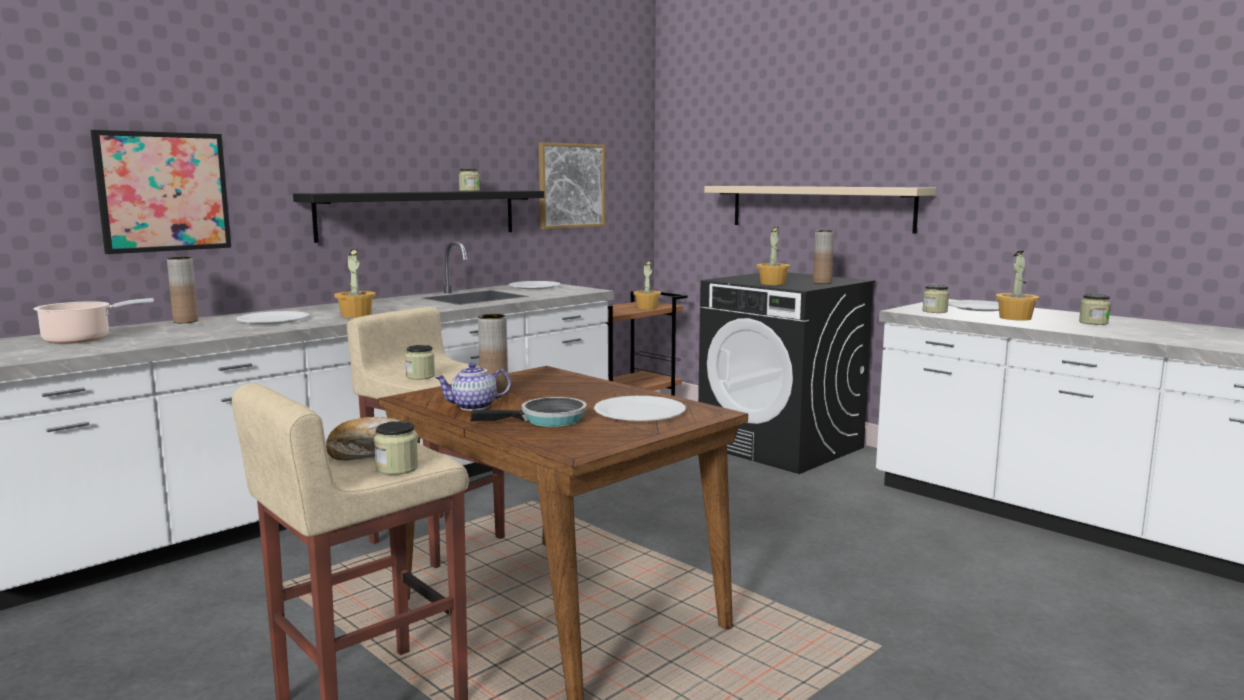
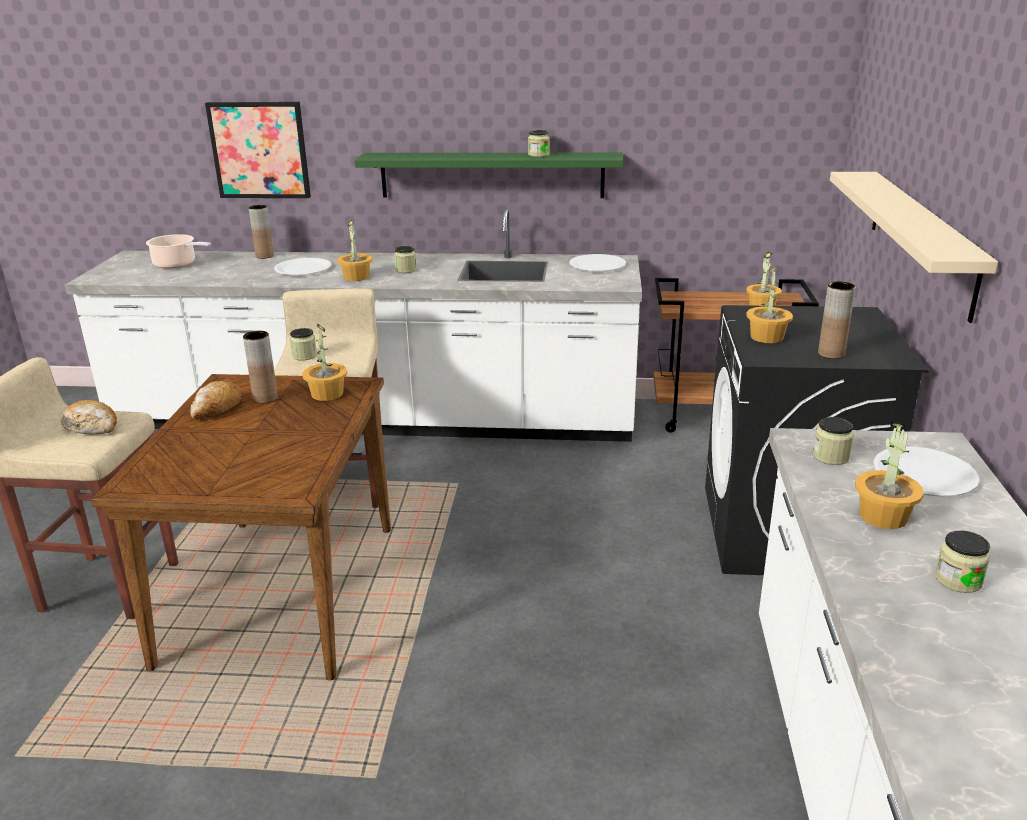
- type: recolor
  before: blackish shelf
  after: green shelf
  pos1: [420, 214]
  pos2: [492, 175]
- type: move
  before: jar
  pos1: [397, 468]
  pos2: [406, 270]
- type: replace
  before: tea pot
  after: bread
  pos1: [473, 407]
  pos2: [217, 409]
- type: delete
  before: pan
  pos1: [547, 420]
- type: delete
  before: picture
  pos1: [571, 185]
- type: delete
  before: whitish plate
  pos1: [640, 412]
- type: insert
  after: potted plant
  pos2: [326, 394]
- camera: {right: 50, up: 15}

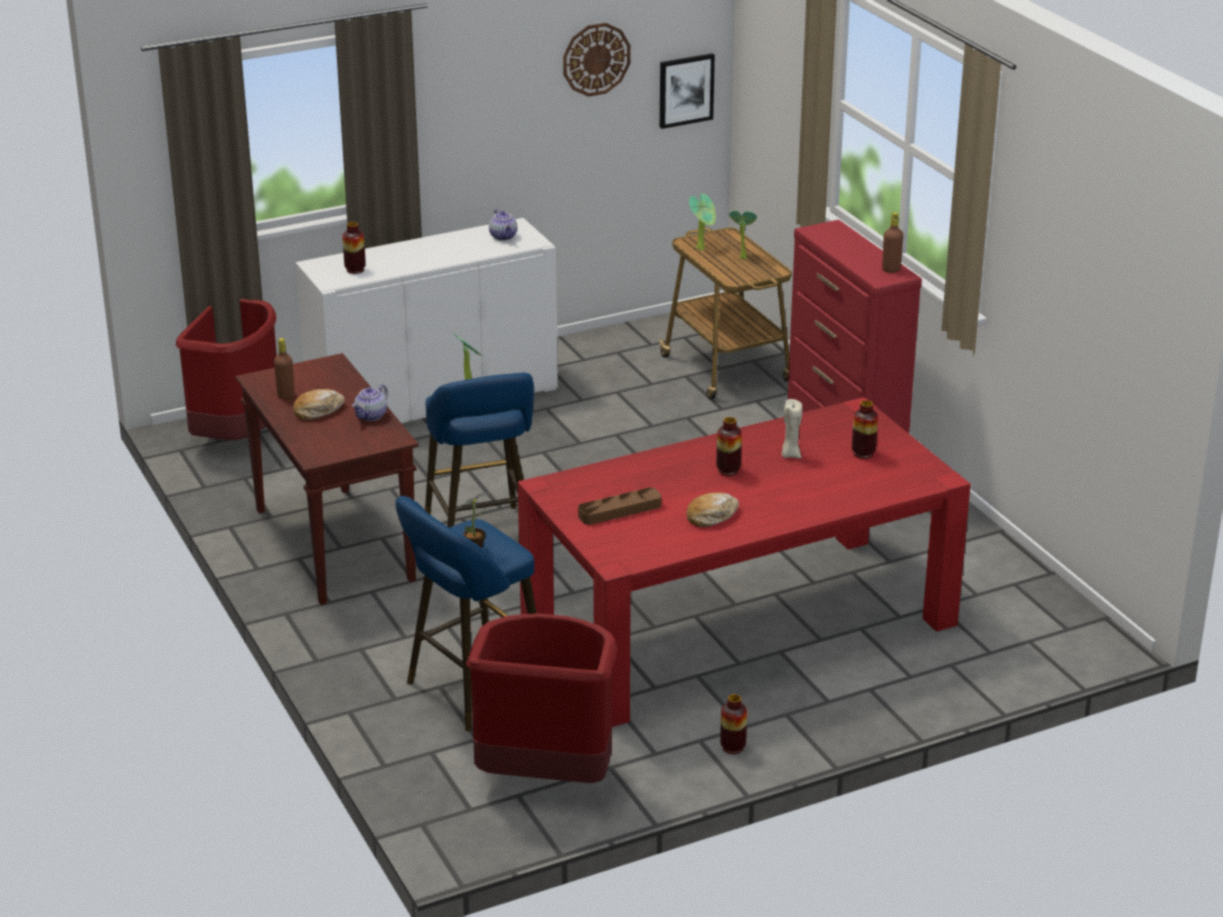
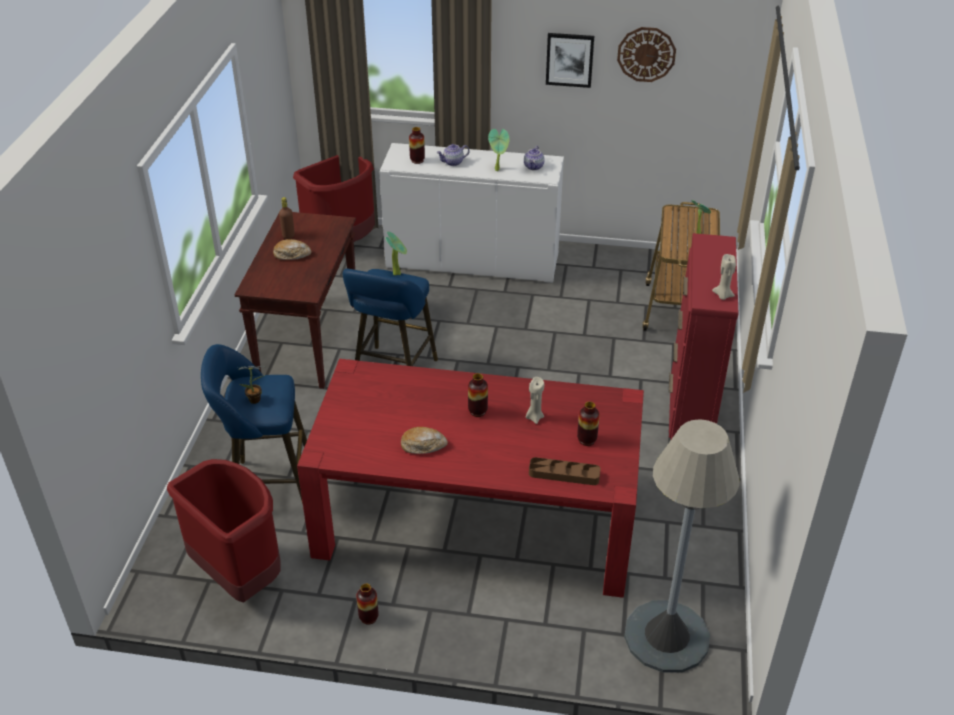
- type: move
  before: tea pot
  pos1: [371, 416]
  pos2: [453, 162]
- type: move
  before: brown-coloured carrying tray
  pos1: [619, 510]
  pos2: [564, 474]
- type: move
  before: picture
  pos1: [685, 90]
  pos2: [569, 59]
- type: move
  before: potted plant
  pos1: [702, 248]
  pos2: [498, 169]
- type: replace
  before: brown-coloured beverage bottle
  after: sand-coloured wax candle
  pos1: [891, 269]
  pos2: [722, 295]
- type: insert
  after: gray floor lamp
  pos2: [666, 636]
- camera: {right: 35, up: 10}

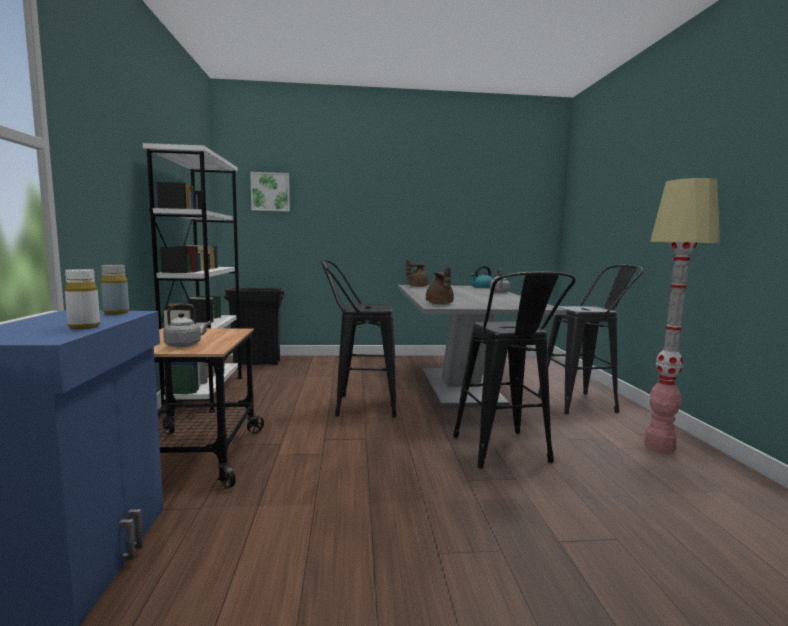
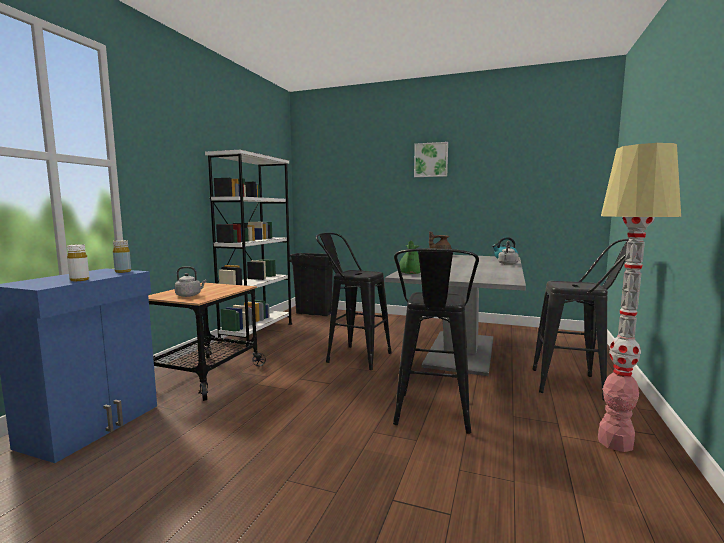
- type: move
  before: picture
  pos1: [270, 192]
  pos2: [431, 160]
- type: recolor
  before: brown-coloured tea pot
  after: green tea pot
  pos1: [439, 304]
  pos2: [410, 273]
- camera: {right: 25, up: 0}

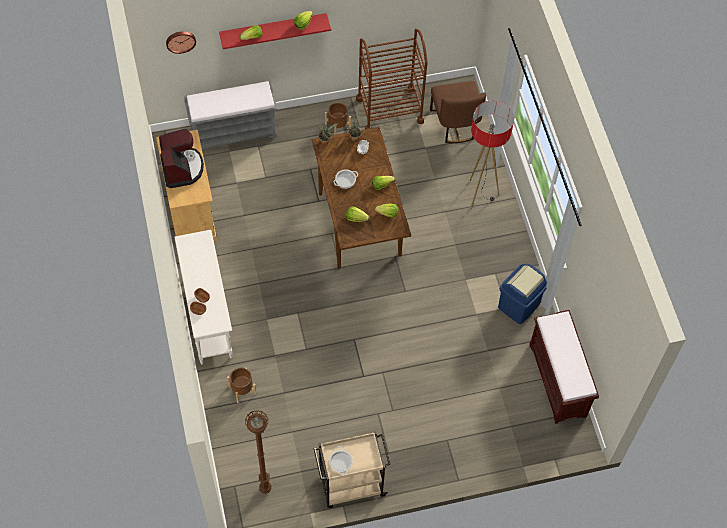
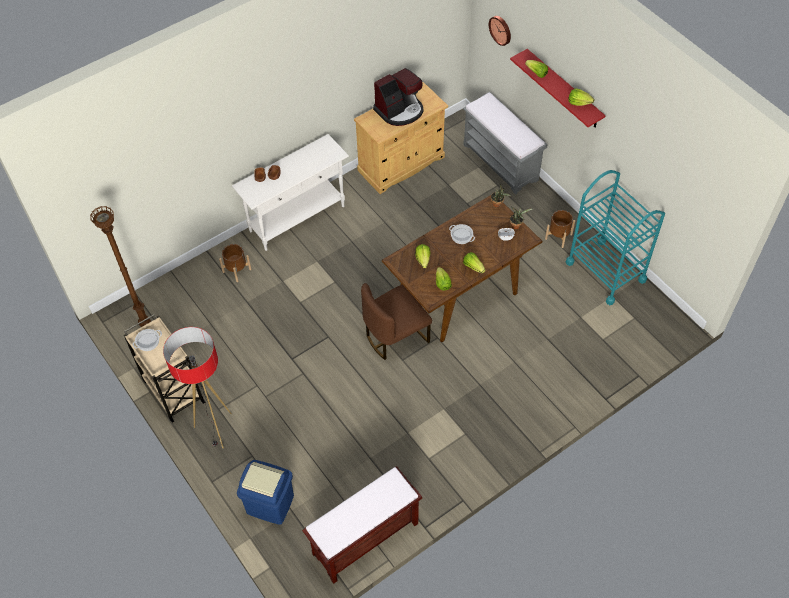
- type: recolor
  before: brown-coloured cart
  after: turquoise cart
  pos1: [389, 110]
  pos2: [605, 271]
- type: move
  before: brown-coloured plain chair
  pos1: [454, 124]
  pos2: [395, 336]
- type: move
  before: floor lamp
  pos1: [480, 194]
  pos2: [216, 429]
- type: move
  before: blue-coloured waste bin
  pos1: [519, 306]
  pos2: [270, 504]
- camera: {right: 70, up: -5}

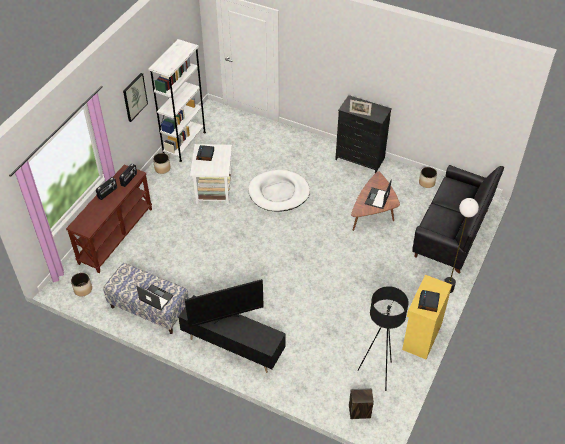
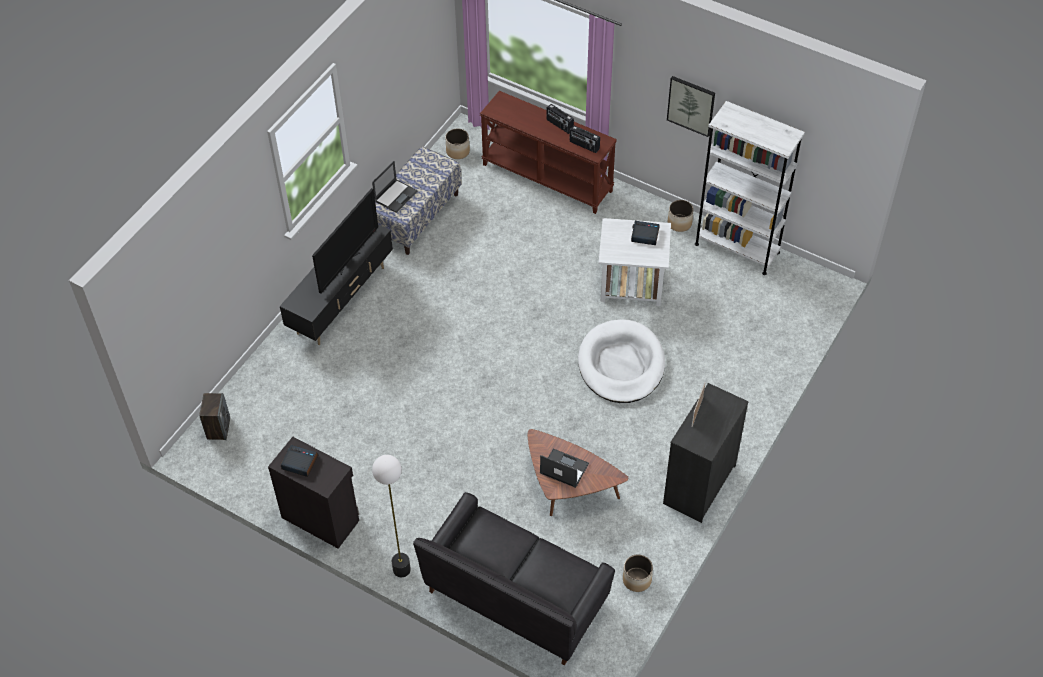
- type: rotate
  before: TV
  pos1: [226, 317]
  pos2: [348, 262]
  turn: -135
- type: delete
  before: blackish floor lamp
  pos1: [377, 374]
- type: recolor
  before: yellow cabinet
  after: blackish cabinet
  pos1: [421, 336]
  pos2: [320, 518]
- camera: {right: 95, up: 5}

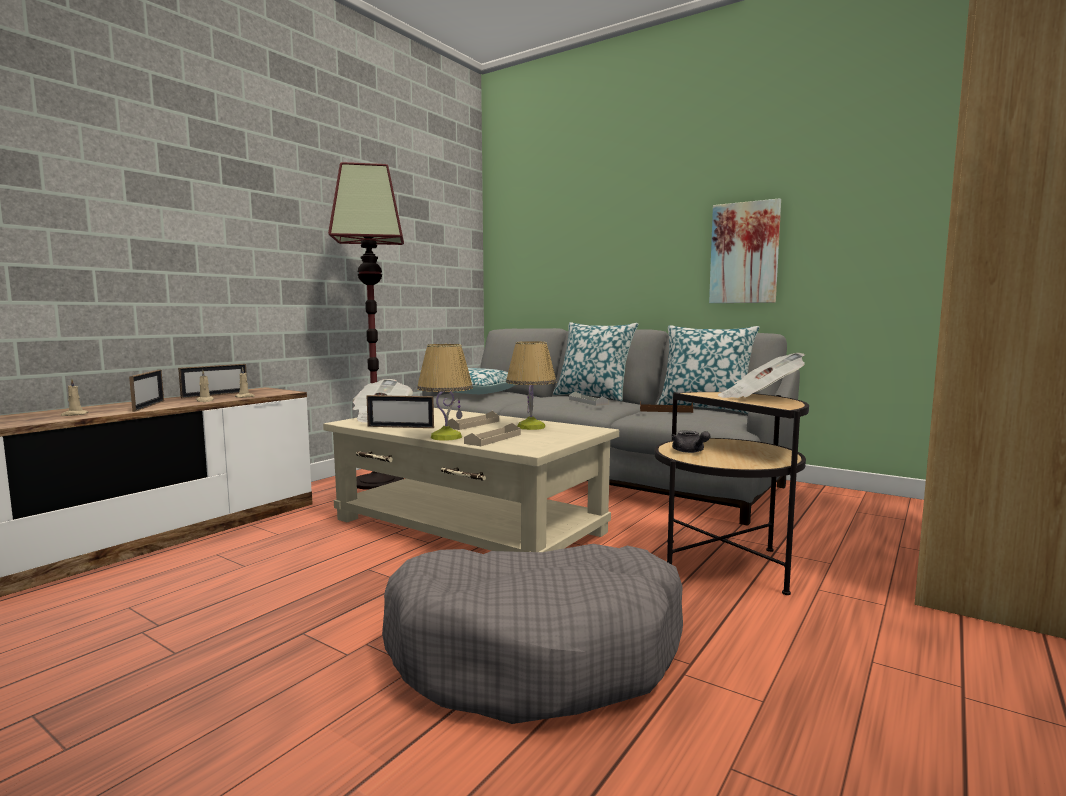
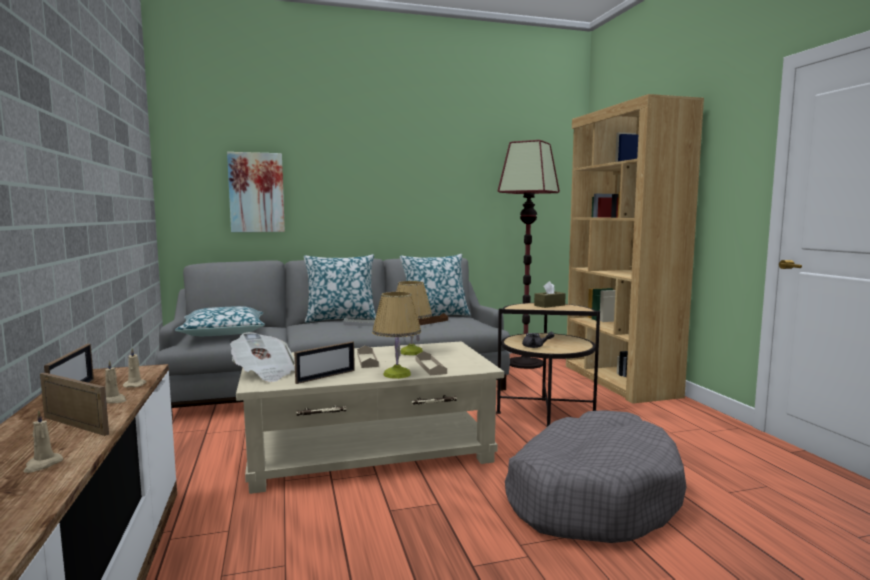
- type: move
  before: floor lamp
  pos1: [376, 482]
  pos2: [525, 363]
- type: move
  before: picture
  pos1: [744, 253]
  pos2: [256, 192]
- type: replace
  before: printed paper
  after: brown-coloured tissue holder
  pos1: [759, 397]
  pos2: [549, 305]
- camera: {right: -50, up: 0}

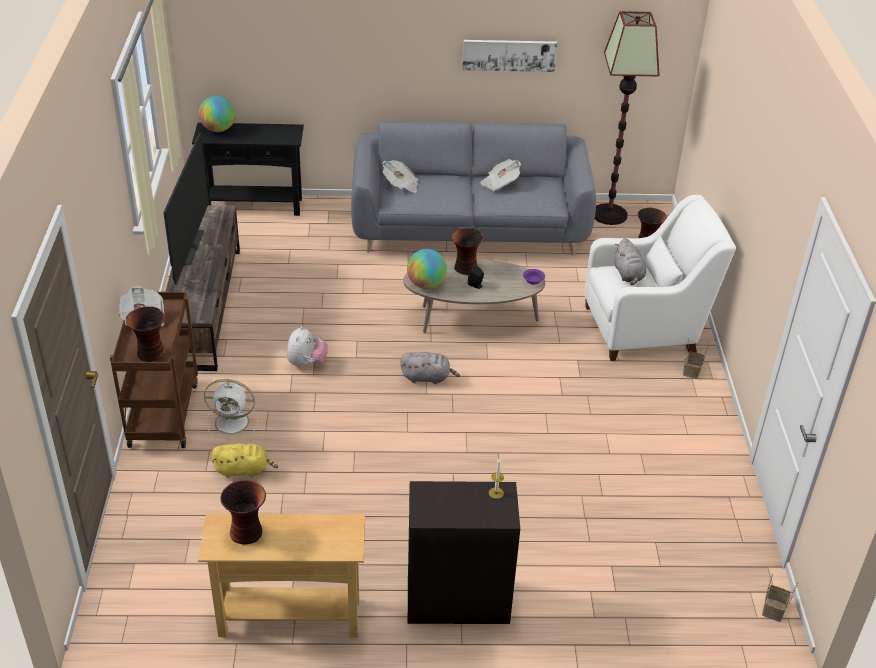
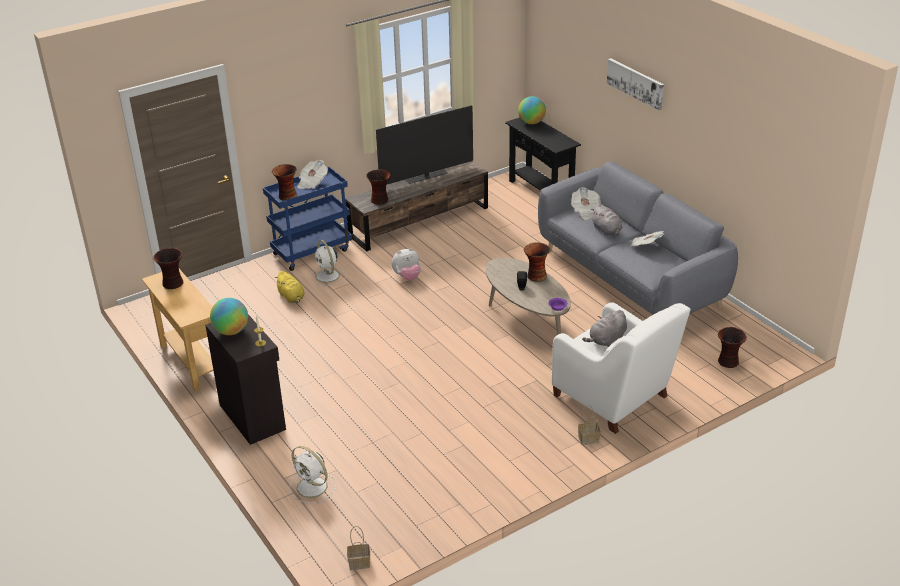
- type: recolor
  before: brown-coloured cart
  after: blue-coloured cart
  pos1: [163, 413]
  pos2: [312, 251]
- type: move
  before: gray cuddly toy
  pos1: [427, 378]
  pos2: [607, 230]
- type: move
  before: desk globe
  pos1: [426, 284]
  pos2: [231, 331]
- type: move
  before: picture
  pos1: [509, 55]
  pos2: [635, 83]
- type: delete
  before: floor lamp
  pos1: [609, 214]
- type: insert
  after: whitish cooling fan
  pos2: [313, 487]
- type: insert
  after: decorative vase
  pos2: [380, 200]
- camera: {right: 60, up: -5}

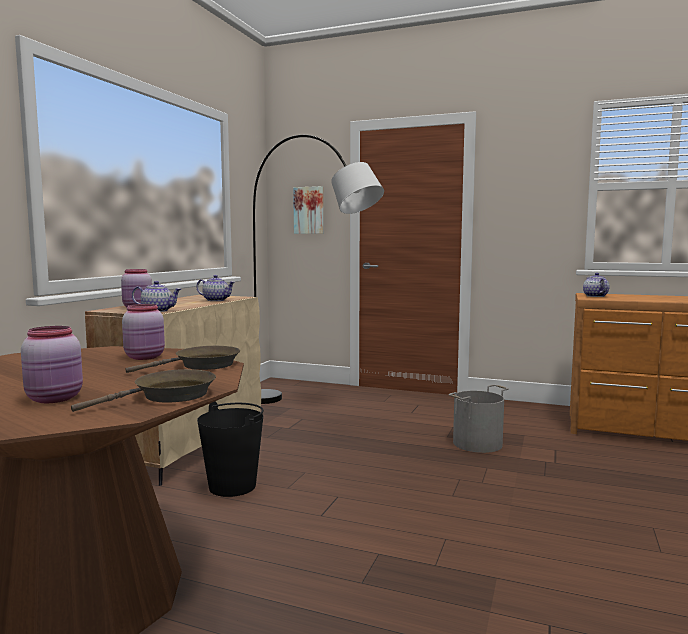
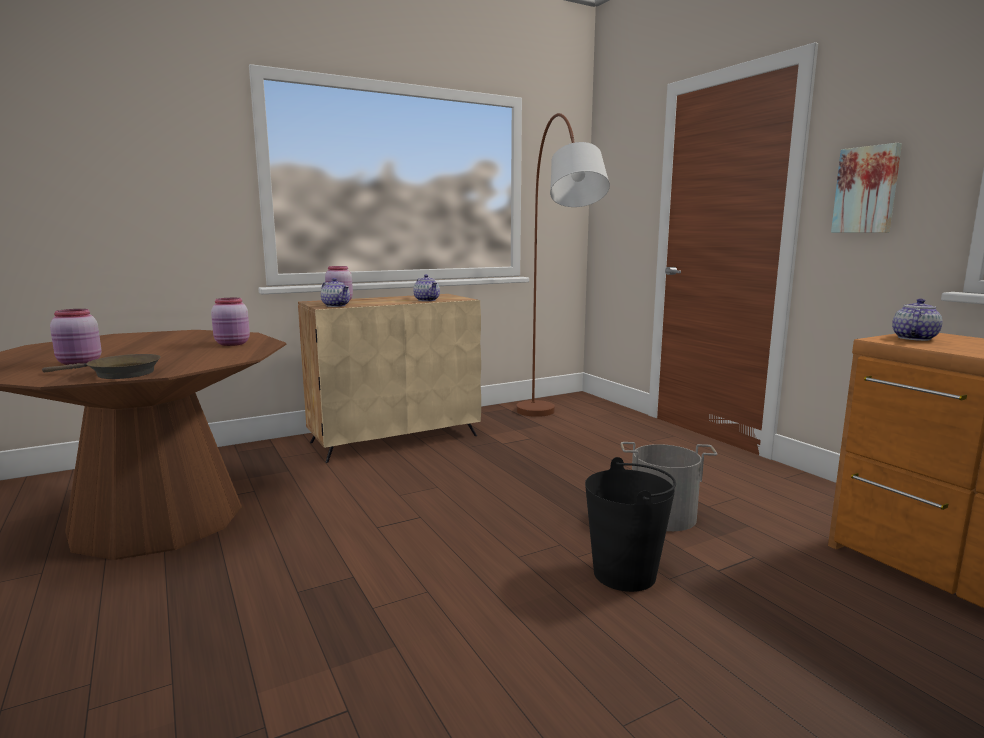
- type: delete
  before: brown-coloured pan
  pos1: [202, 365]
- type: move
  before: blackish bucket
  pos1: [233, 486]
  pos2: [625, 574]
- type: recolor
  before: gray floor lamp
  after: brown-coloured floor lamp
  pos1: [311, 412]
  pos2: [552, 434]
- type: move
  before: picture
  pos1: [309, 210]
  pos2: [867, 190]
- camera: {right: 40, up: 5}

